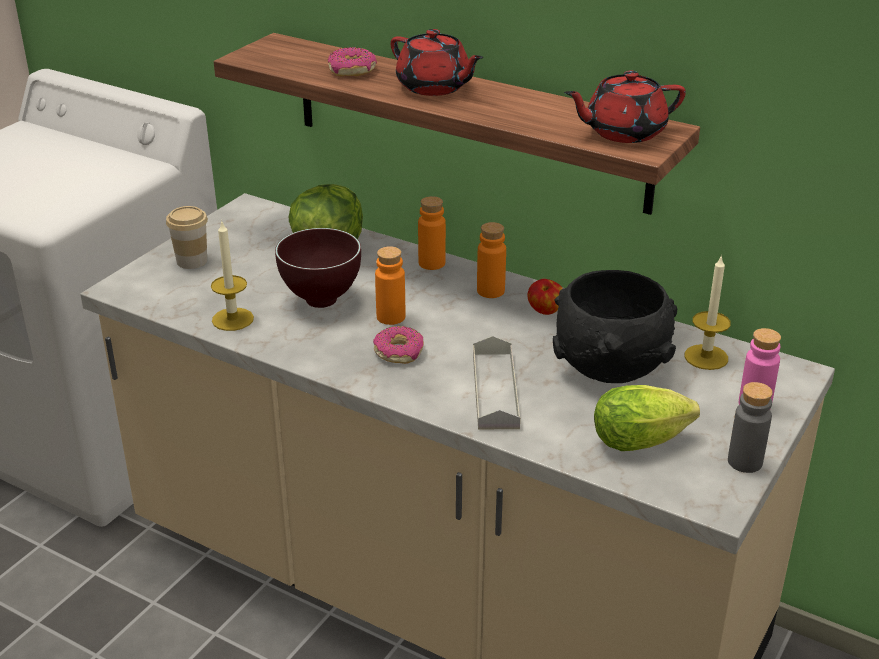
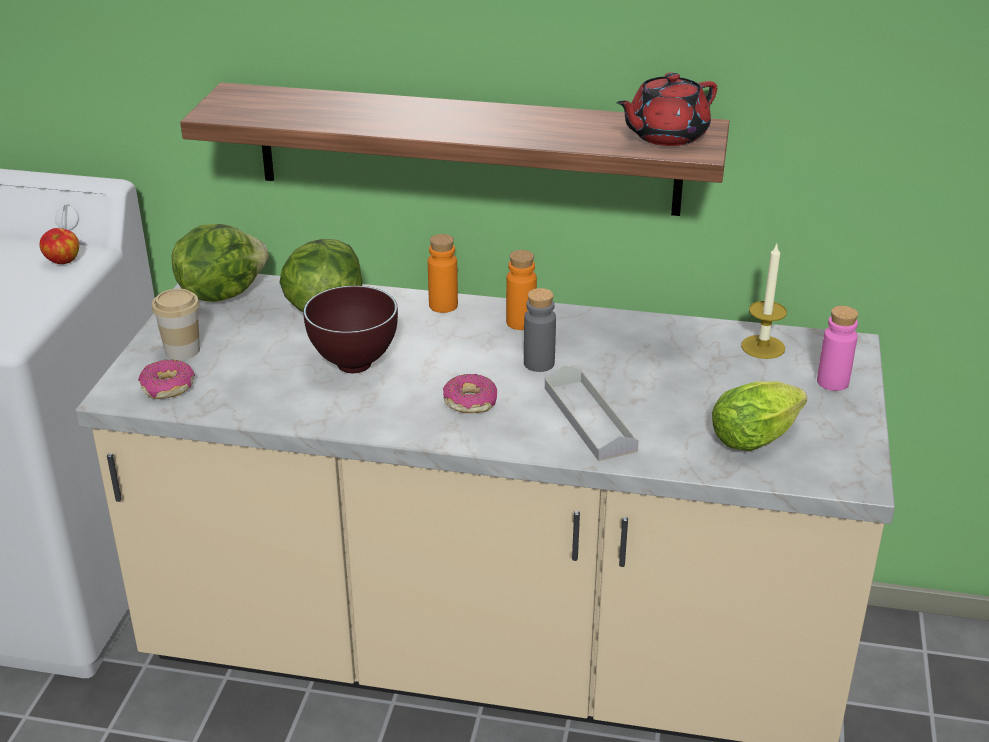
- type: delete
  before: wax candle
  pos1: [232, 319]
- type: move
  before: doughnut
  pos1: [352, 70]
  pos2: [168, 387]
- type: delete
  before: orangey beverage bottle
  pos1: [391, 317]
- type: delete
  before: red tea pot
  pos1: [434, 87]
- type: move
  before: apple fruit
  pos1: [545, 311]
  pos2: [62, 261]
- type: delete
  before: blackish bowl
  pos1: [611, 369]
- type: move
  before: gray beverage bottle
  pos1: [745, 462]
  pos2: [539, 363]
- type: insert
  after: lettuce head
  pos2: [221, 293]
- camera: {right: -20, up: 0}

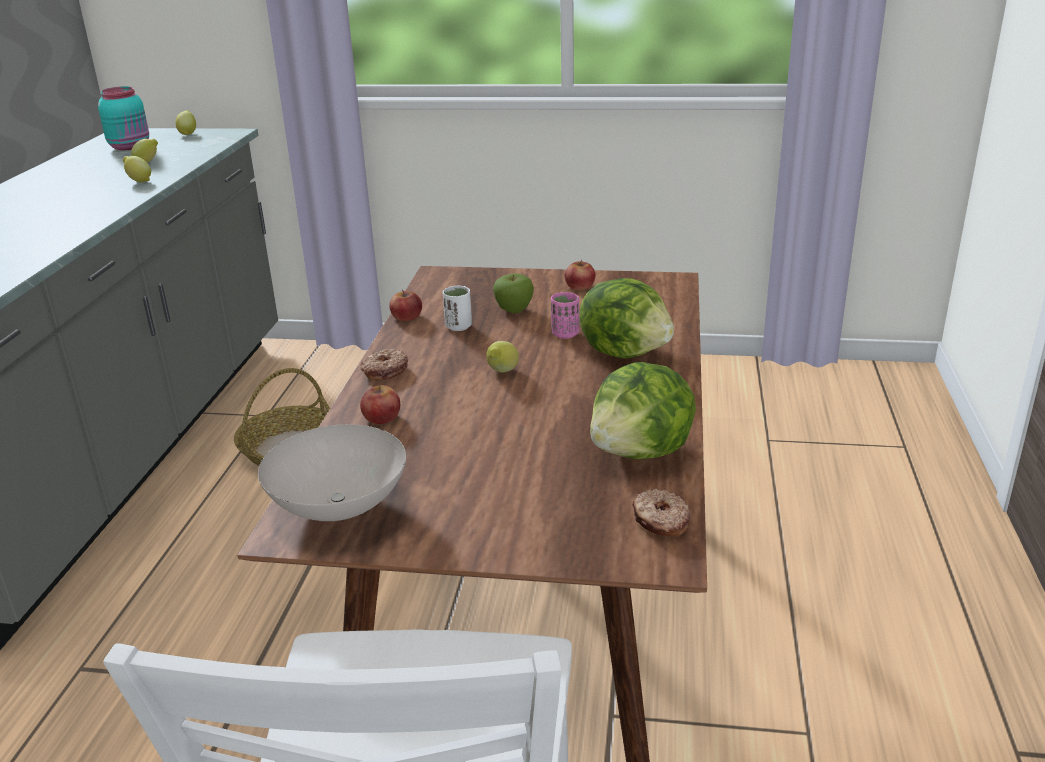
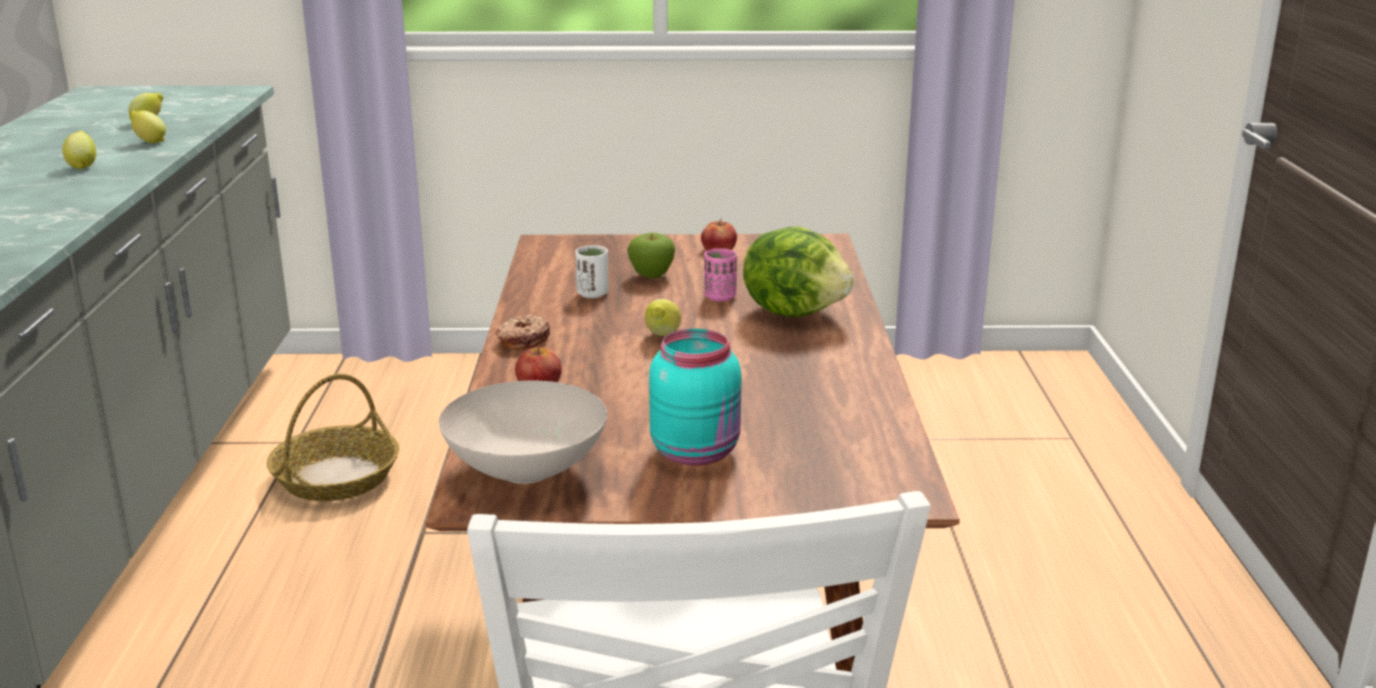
- type: move
  before: turquoise jar
  pos1: [131, 146]
  pos2: [697, 452]
- type: move
  before: lemon
  pos1: [188, 133]
  pos2: [82, 166]
- type: delete
  before: apple fruit
  pos1: [406, 316]
- type: delete
  before: lettuce head
  pos1: [641, 452]
- type: delete
  before: doughnut
  pos1: [660, 521]
- camera: {right: -10, up: -5}

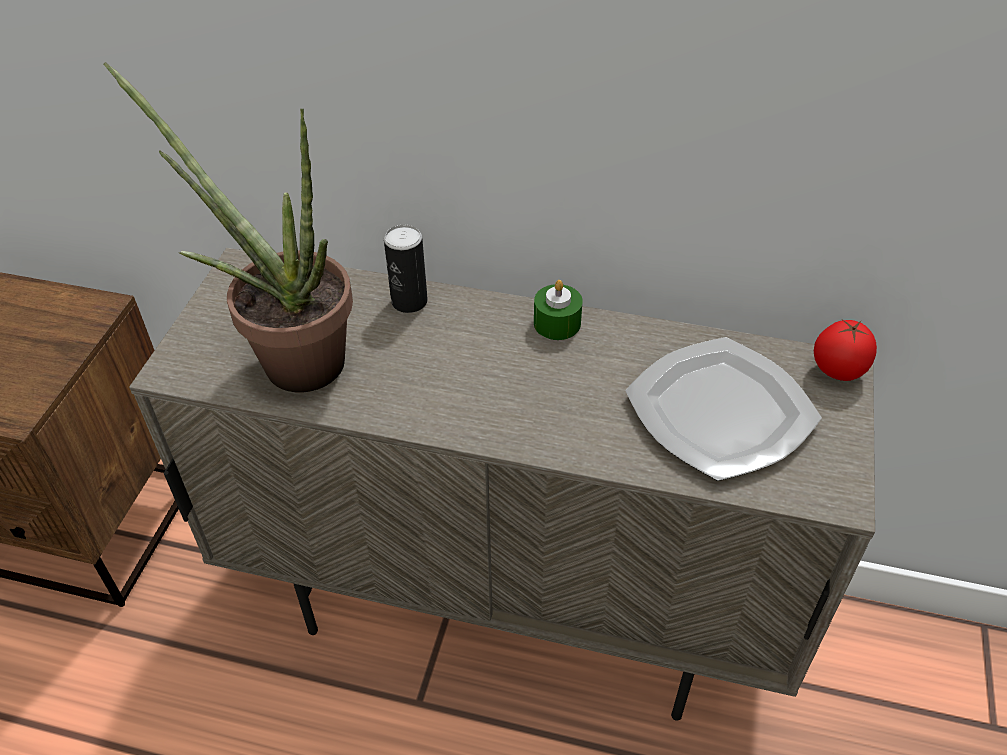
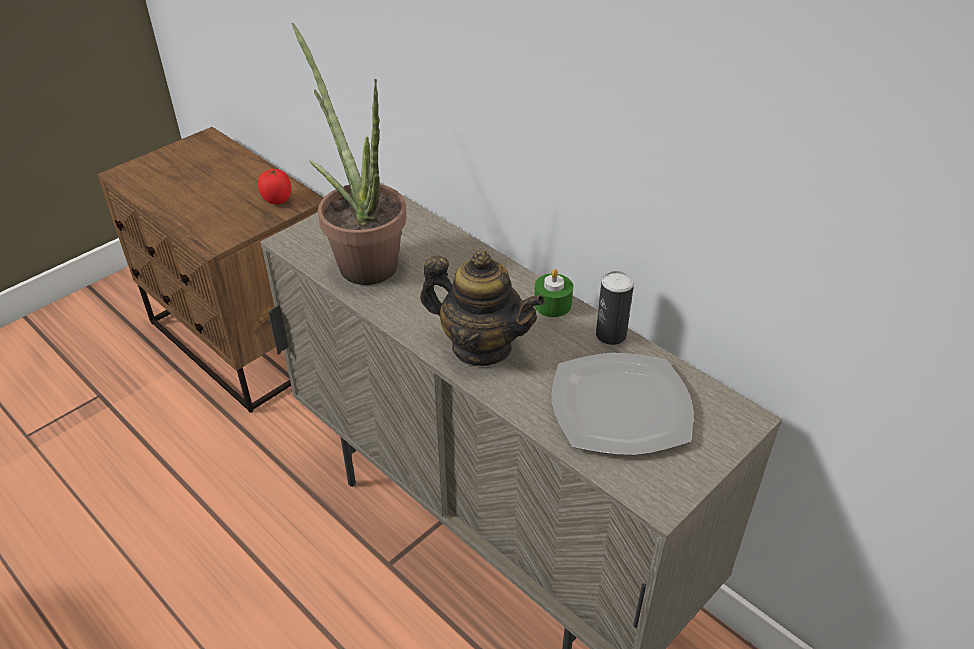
- type: move
  before: metal can
  pos1: [409, 301]
  pos2: [611, 335]
- type: move
  before: whole tomato
  pos1: [837, 371]
  pos2: [277, 200]
- type: insert
  after: tea pot
  pos2: [481, 347]
- camera: {right: 30, up: -5}

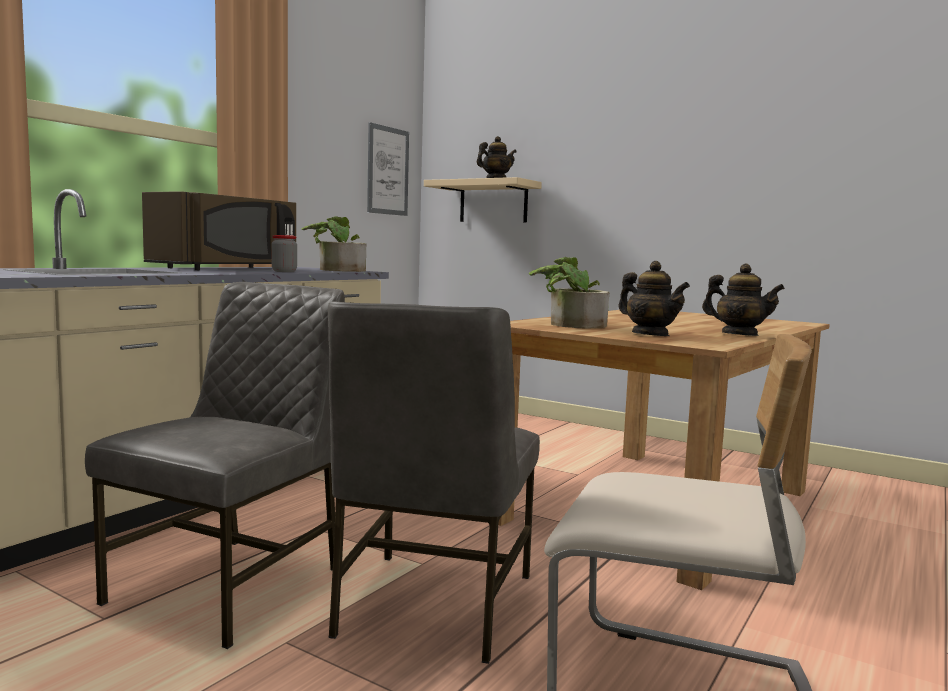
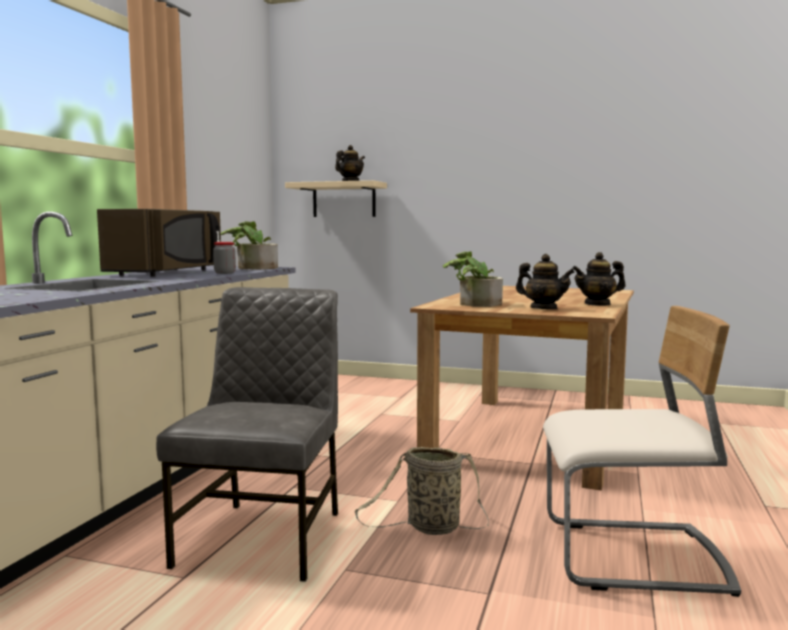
- type: replace
  before: gray plain chair
  after: household basket
  pos1: [432, 605]
  pos2: [429, 528]
- type: delete
  before: picture
  pos1: [387, 171]
- type: rotate
  before: tea pot
  pos1: [739, 335]
  pos2: [597, 304]
  turn: 150
- camera: {right: -15, up: 0}

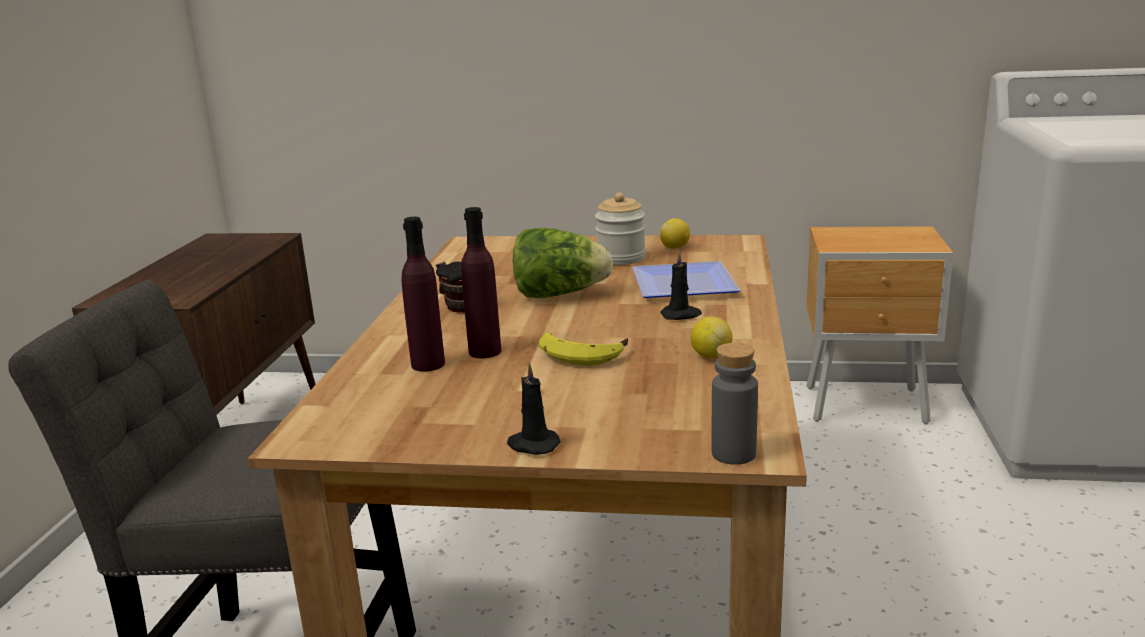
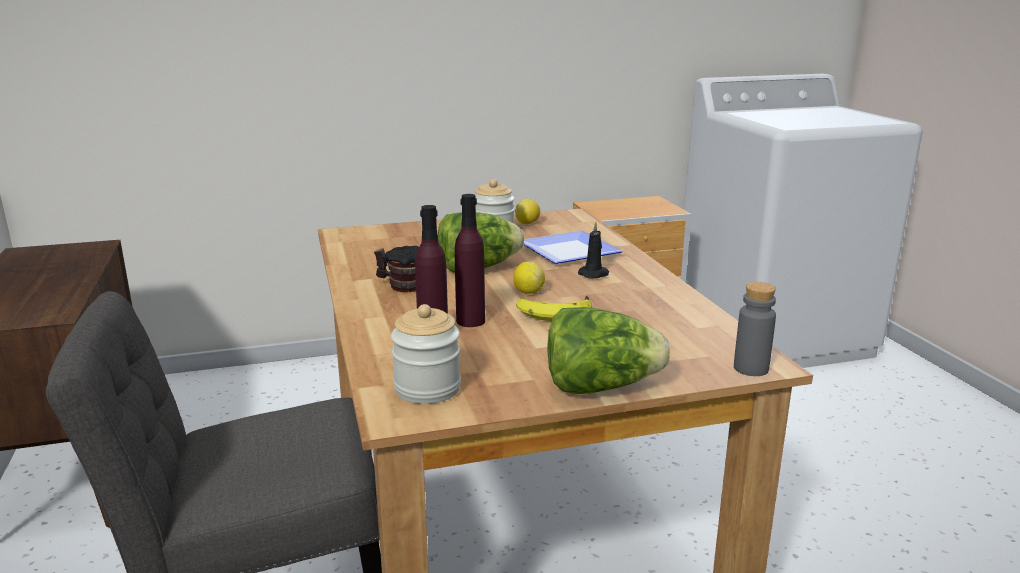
- type: replace
  before: blackish wax candle
  after: lettuce head
  pos1: [532, 445]
  pos2: [600, 387]
- type: move
  before: lemon
  pos1: [711, 355]
  pos2: [528, 292]
- type: insert
  after: jar
  pos2: [427, 389]
- camera: {right: -25, up: 0}

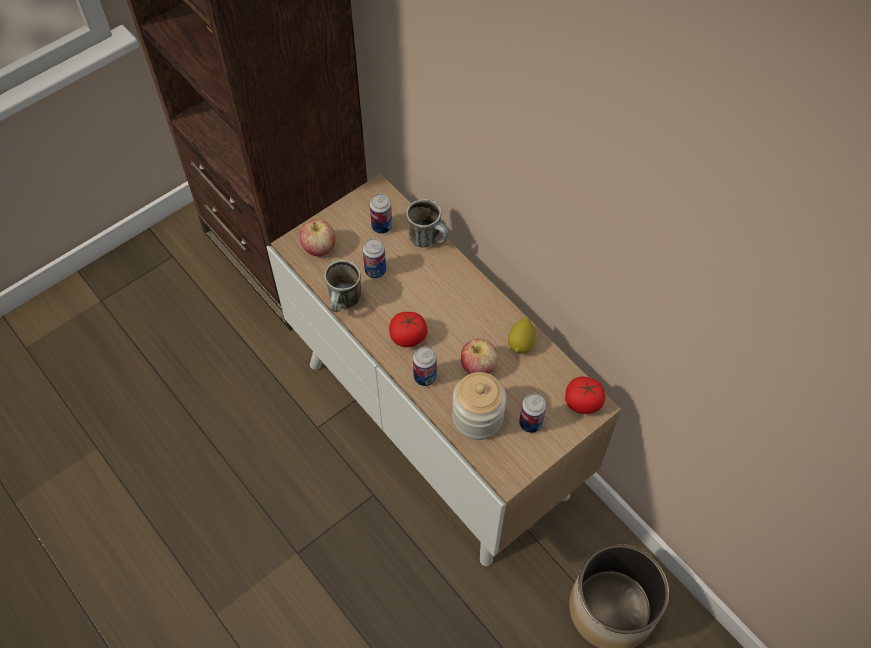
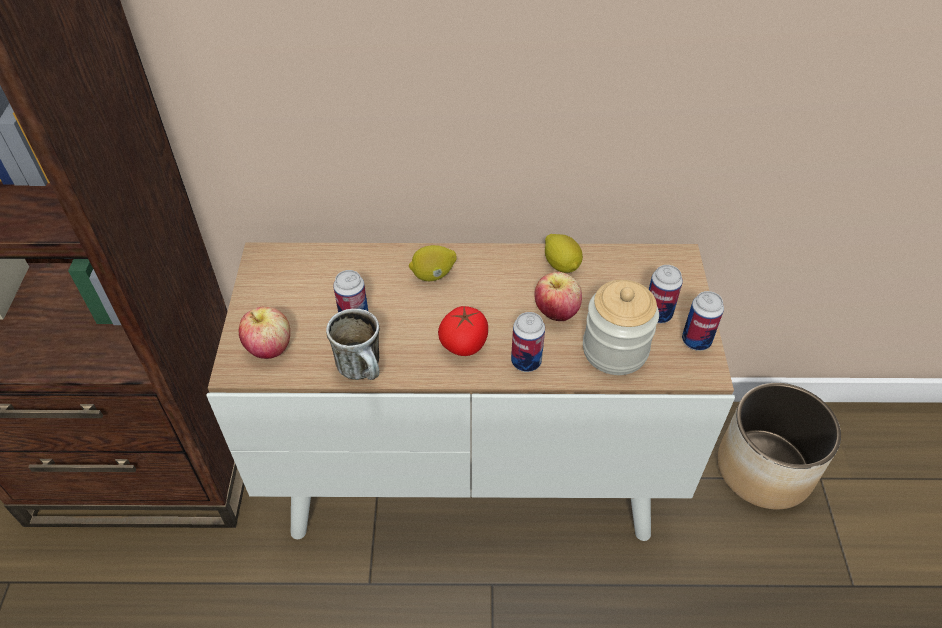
- type: move
  before: metal can
  pos1: [382, 226]
  pos2: [696, 340]
- type: delete
  before: mug
  pos1: [429, 239]
- type: delete
  before: whole tomato
  pos1: [583, 402]
- type: insert
  after: lemon
  pos2: [433, 275]
- camera: {right: -50, up: -10}

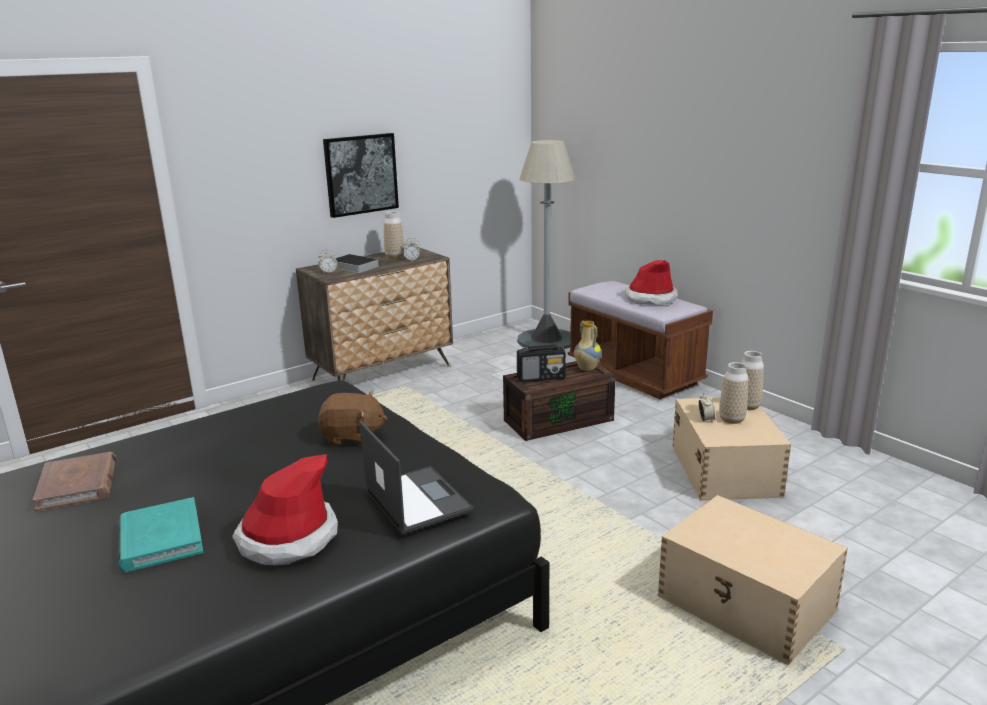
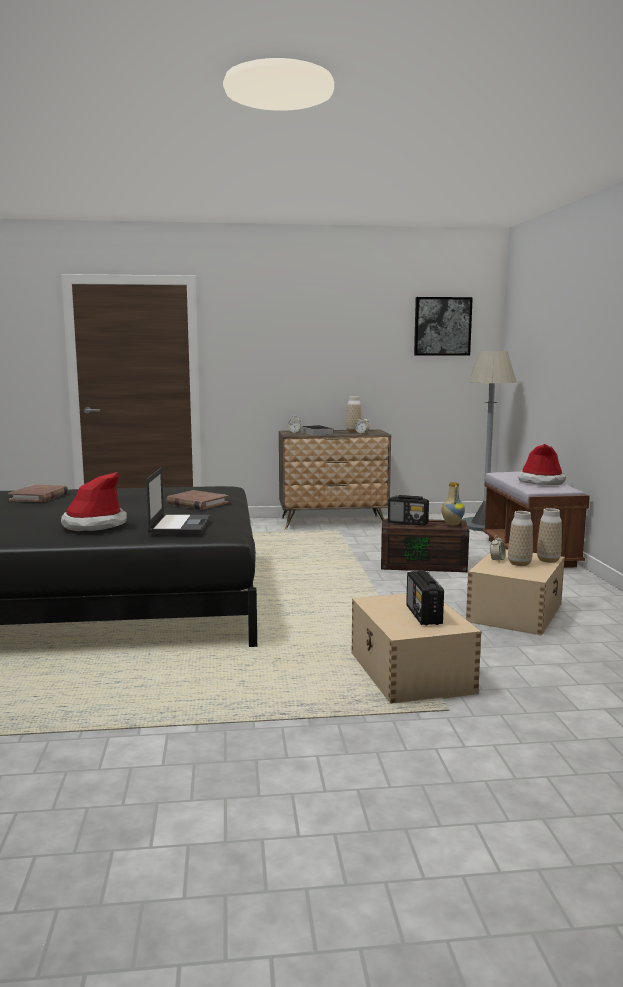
- type: delete
  before: turquoise book
  pos1: [160, 539]
- type: replace
  before: brown-coloured cuddly toy
  after: brown-coloured book
  pos1: [353, 437]
  pos2: [197, 503]
- type: move
  before: picture
  pos1: [361, 174]
  pos2: [442, 326]
- type: insert
  after: radio receiver
  pos2: [424, 615]
- camera: {right: 30, up: -10}

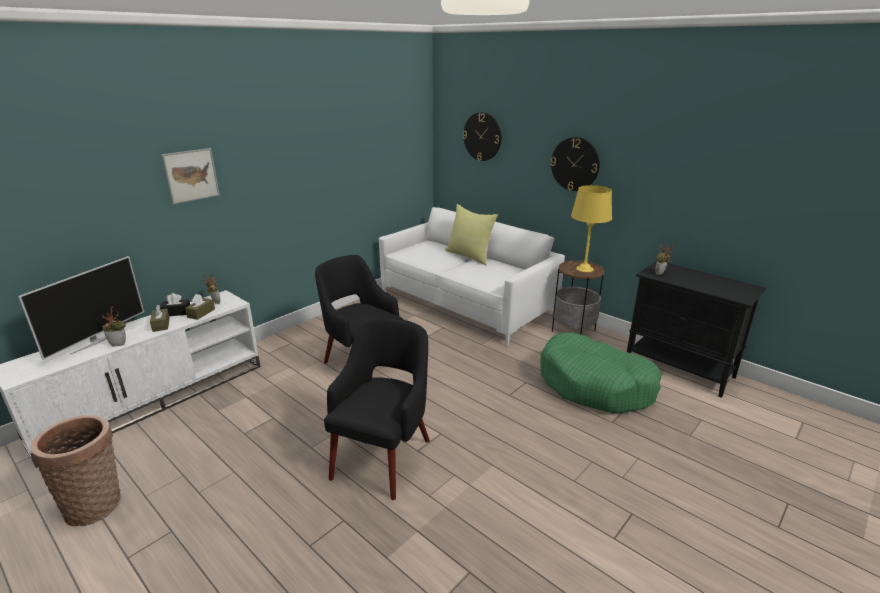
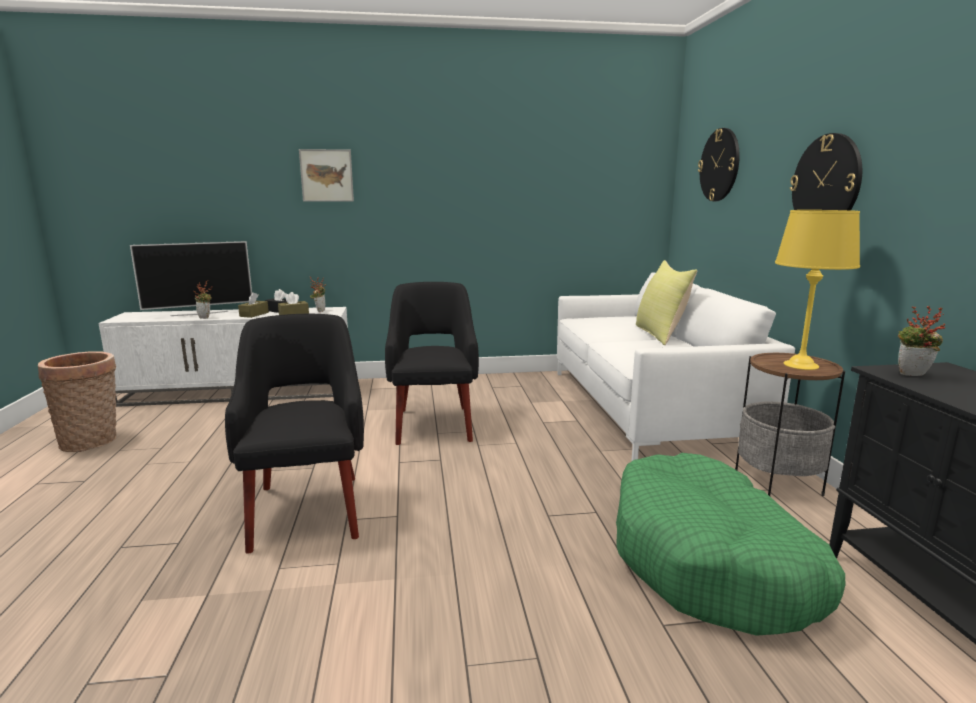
- type: rotate
  before: blackish easy chair
  pos1: [384, 456]
  pos2: [307, 508]
  turn: -75
- camera: {right: 40, up: -10}

